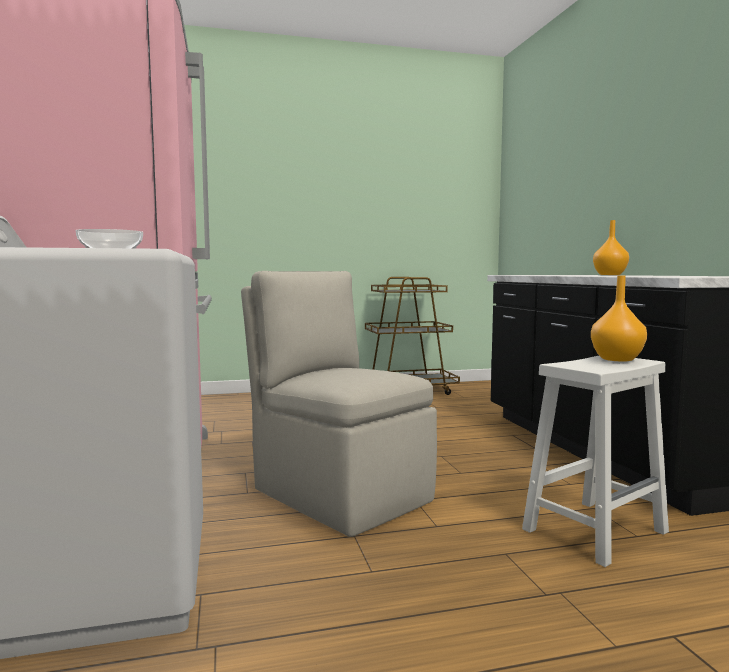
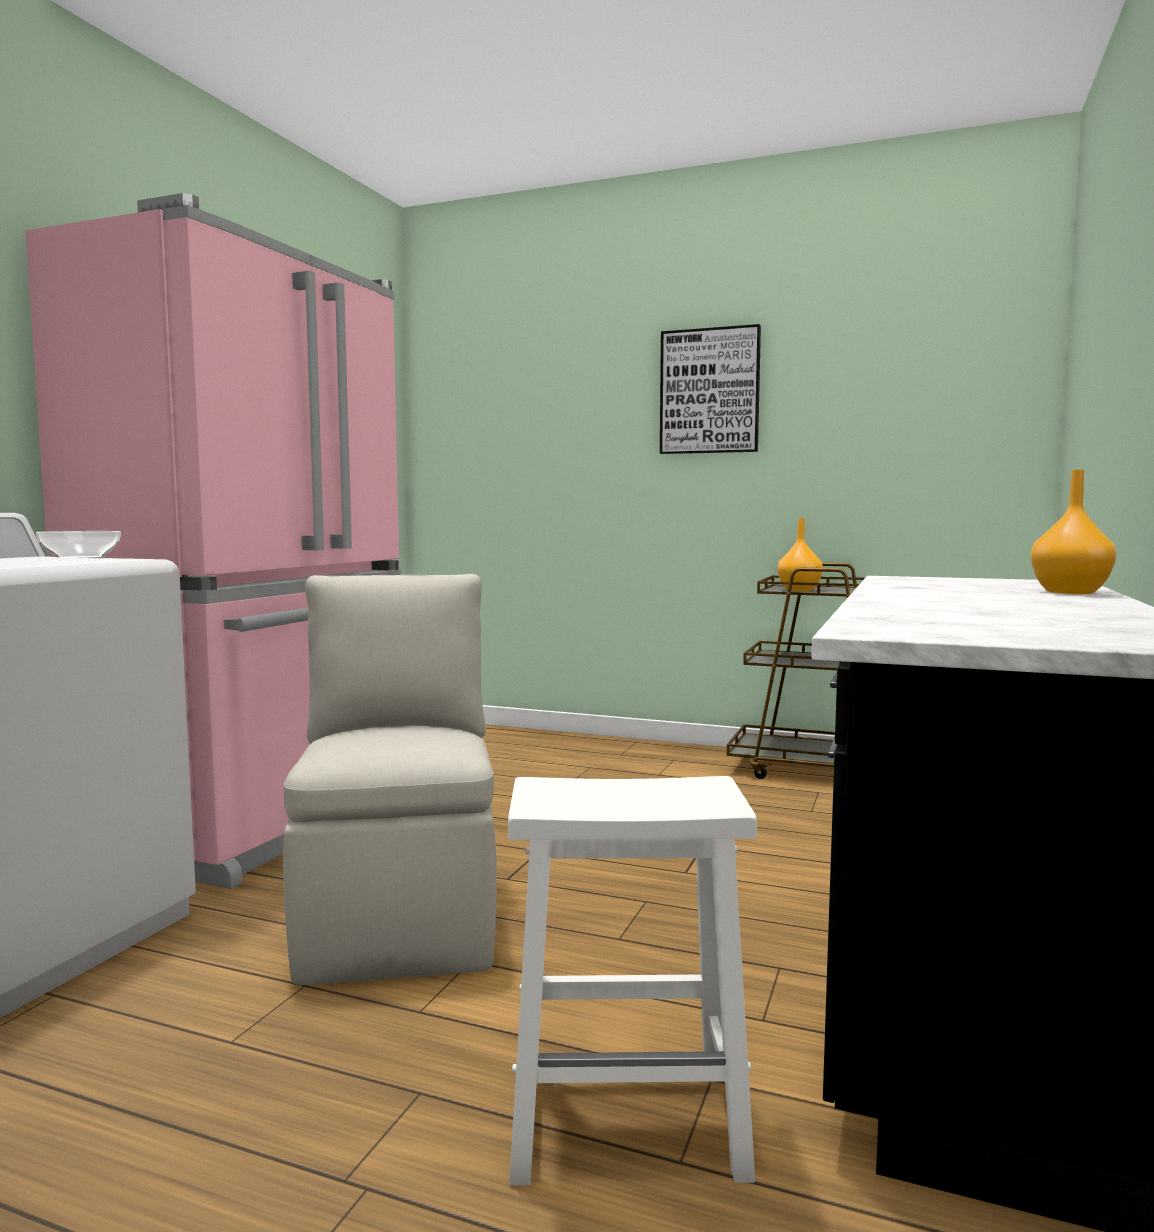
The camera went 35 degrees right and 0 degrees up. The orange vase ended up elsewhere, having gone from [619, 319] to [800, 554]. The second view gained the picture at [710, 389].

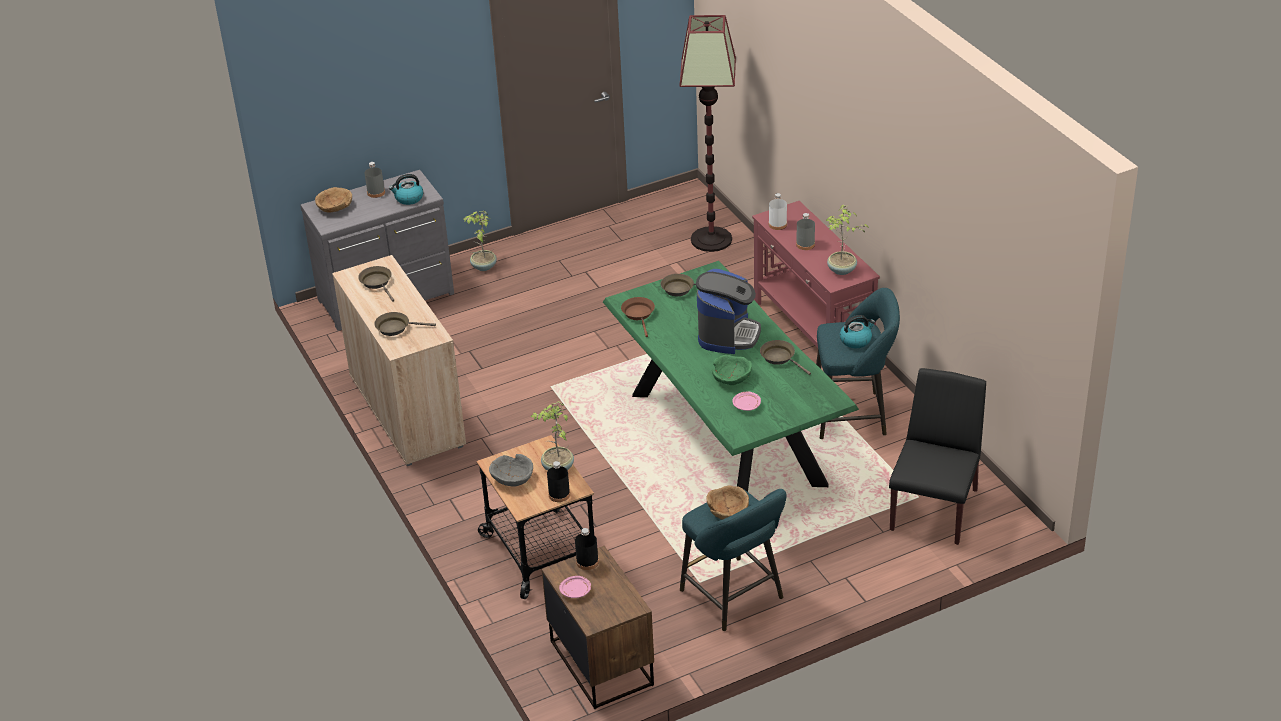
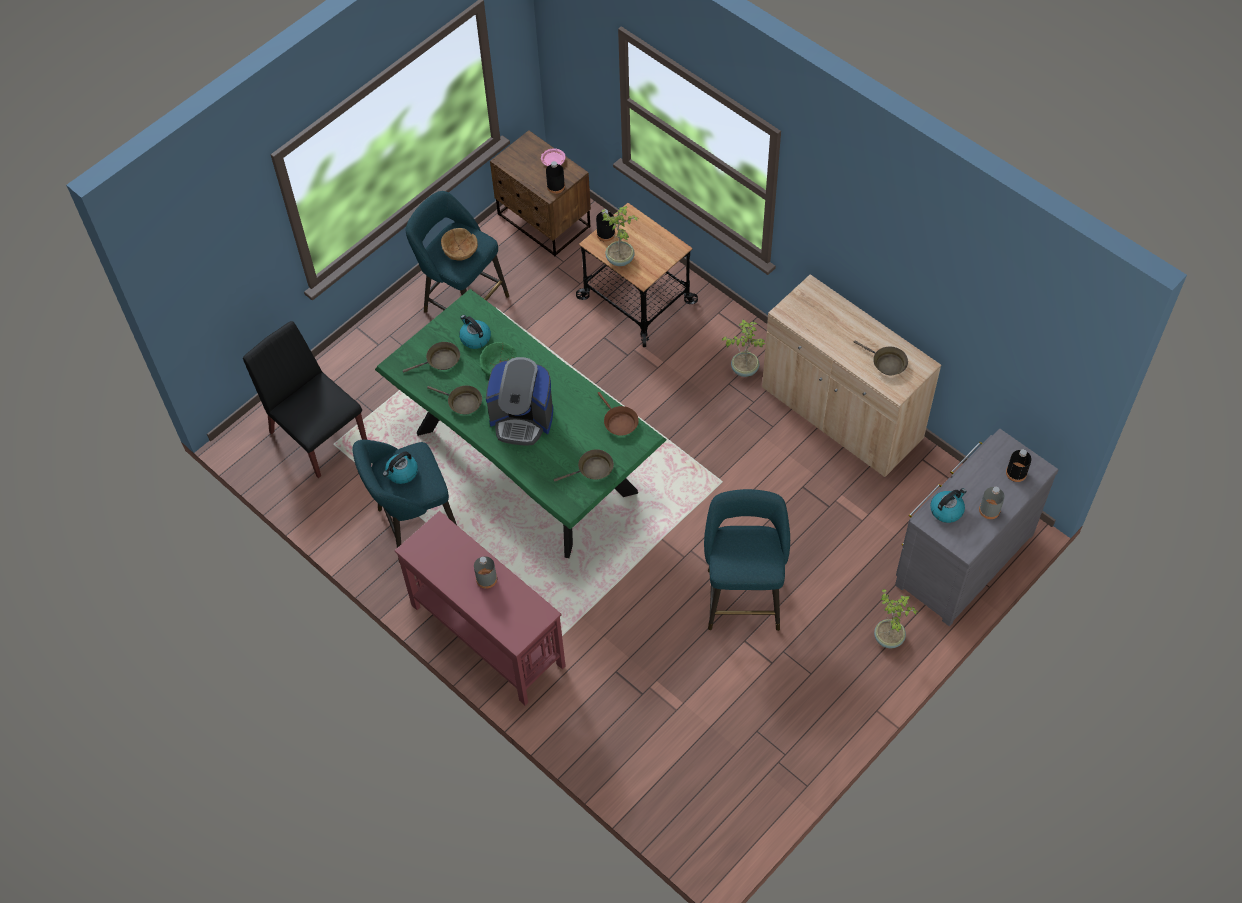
The camera went 160 degrees right and 20 degrees up. The second view lost the floor lamp at [707, 133]. Where the brown bowl stood at [333, 200], the black bottle came to stand at [1019, 465]. The second view lost the white bottle at [778, 211]. The potted plant ended up elsewhere, having gone from [847, 240] to [743, 348]. The coffee machine at [728, 311] ended up facing another way, 75 degrees counterclockwise from before. The brown frying pan ended up elsewhere, having gone from [405, 324] to [431, 357]. The black chair at [937, 456] ended up facing another way, 135 degrees clockwise from before. Where the pink plate stood at [747, 401], the kettle came to stand at [475, 332]. The second view lost the grey bowl at [511, 470]. The second view gained the turquoise stool at [747, 560].

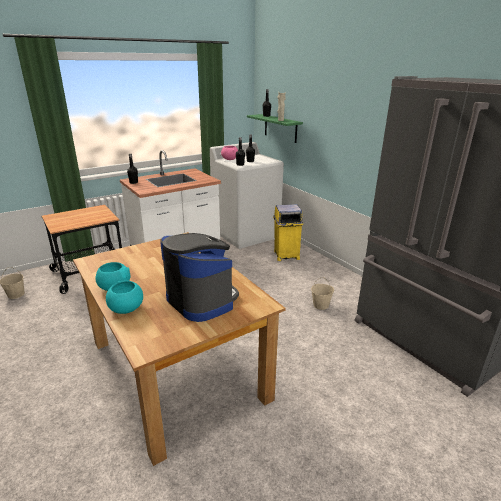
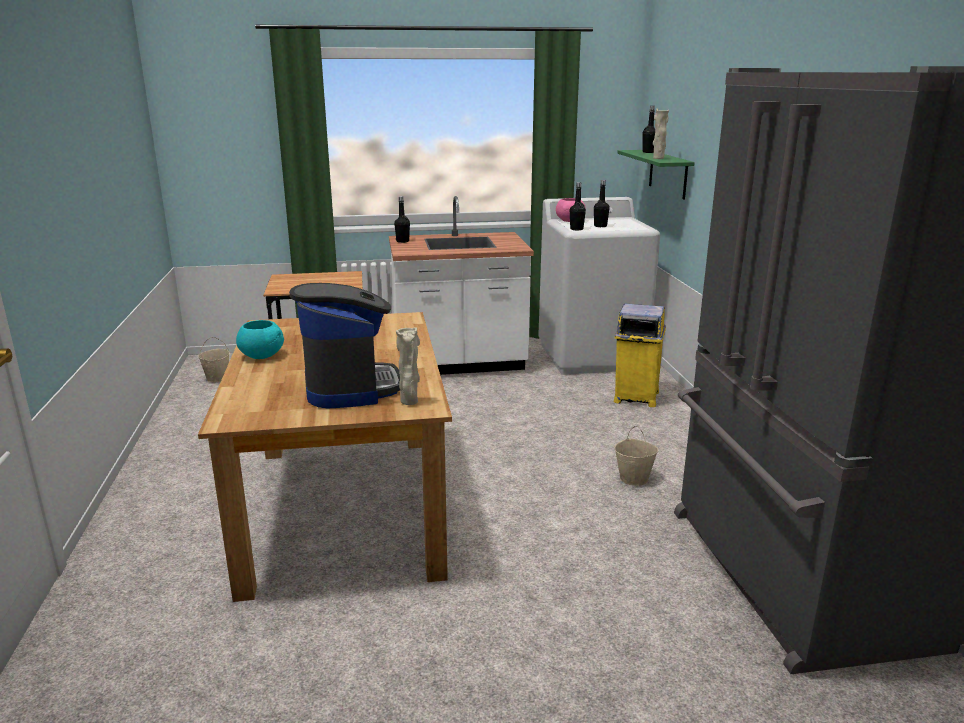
The camera went 25 degrees right and 5 degrees down. The second view lost the turquoise bowl at [124, 297]. The second view gained the beige vase at [408, 366].

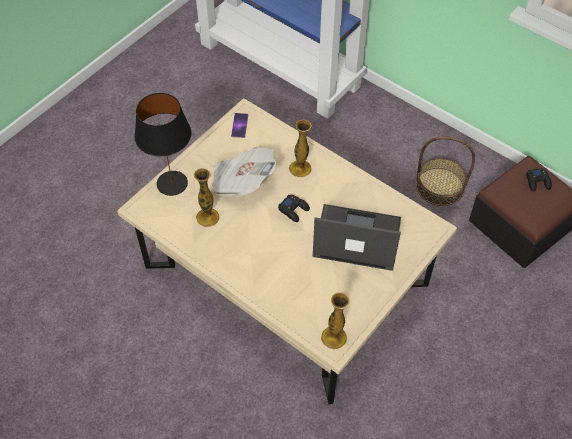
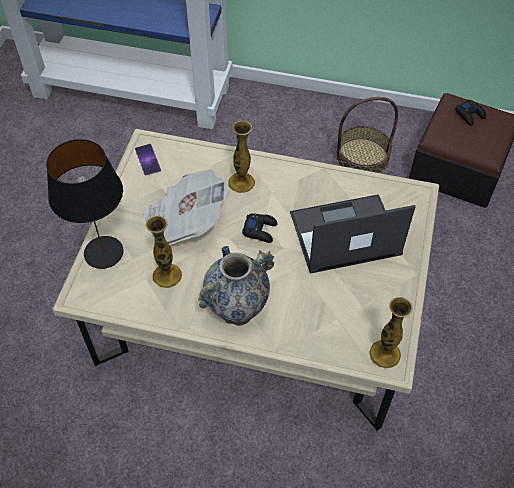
The camera went 25 degrees left and 0 degrees up. The second view gained the vase at [236, 286].

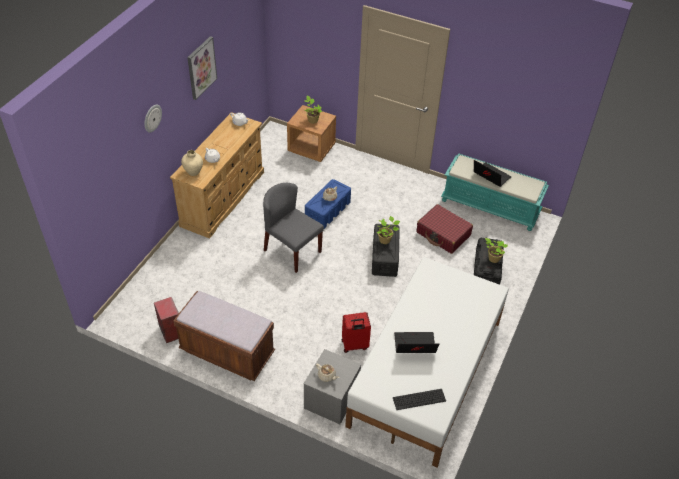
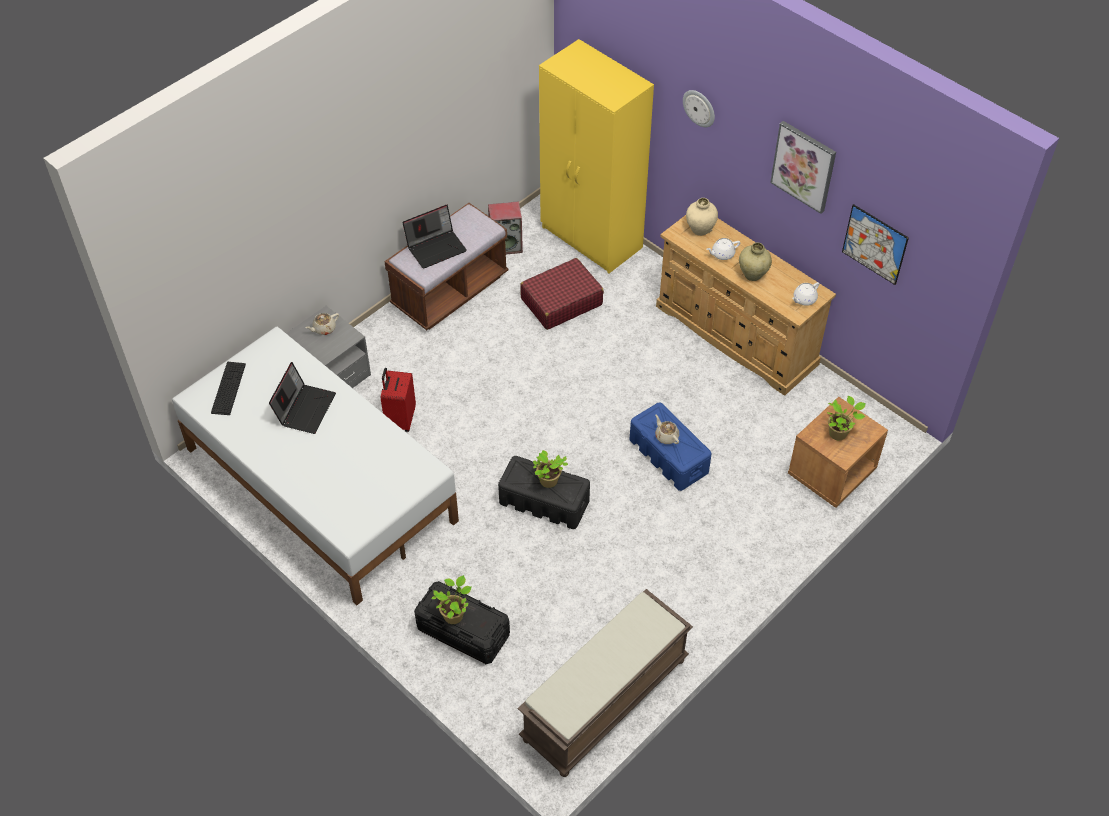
The camera went 110 degrees right and 5 degrees up. What was the turquoise bench at [495, 192] turned into the brown bench at [605, 683]. The laptop ended up elsewhere, having gone from [492, 173] to [435, 237]. The second view lost the grey chair at [293, 228]. The red suitcase ended up elsewhere, having gone from [444, 229] to [562, 294]. The second view gained the yellow wardrobe at [596, 156]. The second view gained the picture at [875, 244]. The second view gained the beige vase at [755, 262].

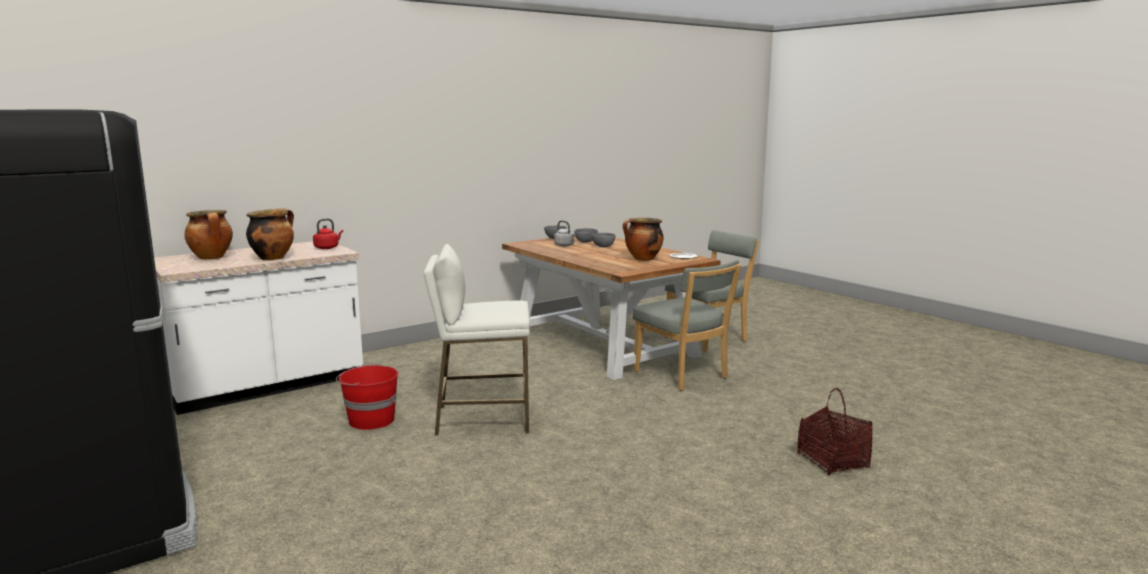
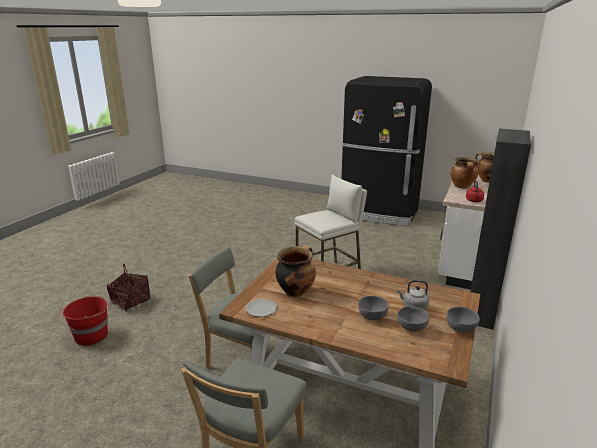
The camera went 150 degrees right and 10 degrees up. The red bucket ended up elsewhere, having gone from [367, 397] to [86, 321]. The second view gained the black cabinet at [500, 228].

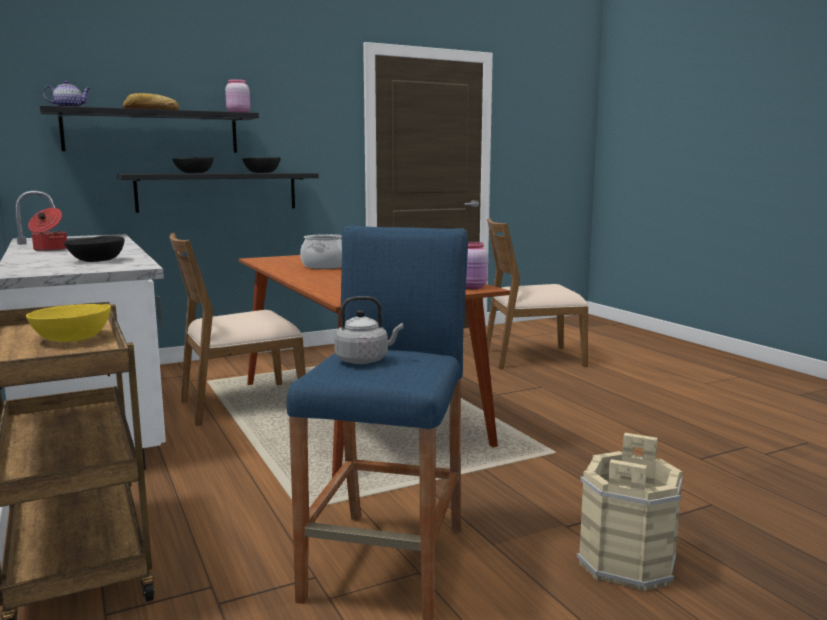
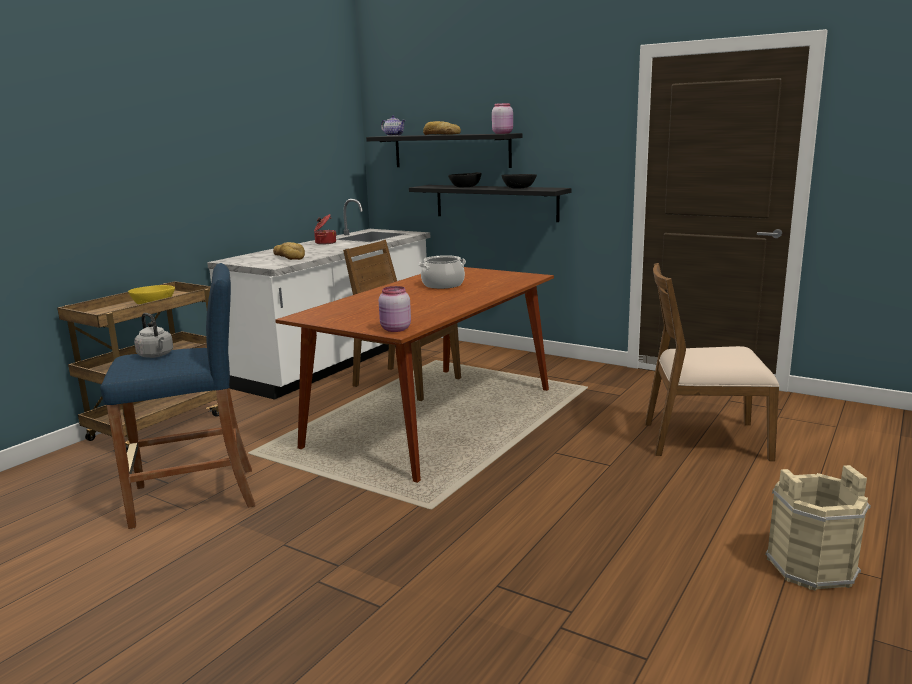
The camera went 60 degrees right and 5 degrees up. The brown chair at [537, 293] ended up facing another way, 45 degrees counterclockwise from before. Where the black bowl stood at [94, 249], the bread came to stand at [289, 251]. The beige bucket ended up elsewhere, having gone from [629, 512] to [818, 528].

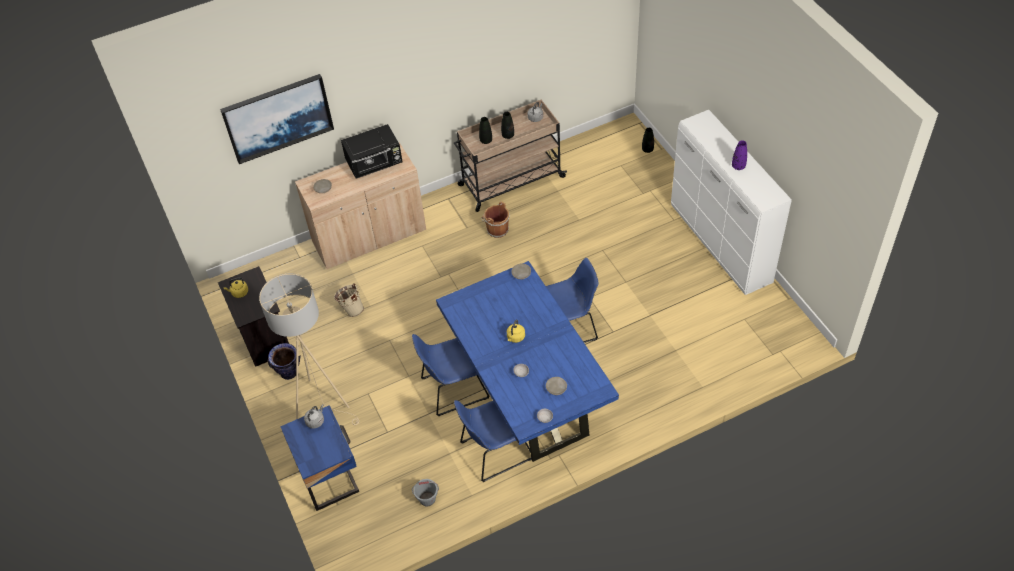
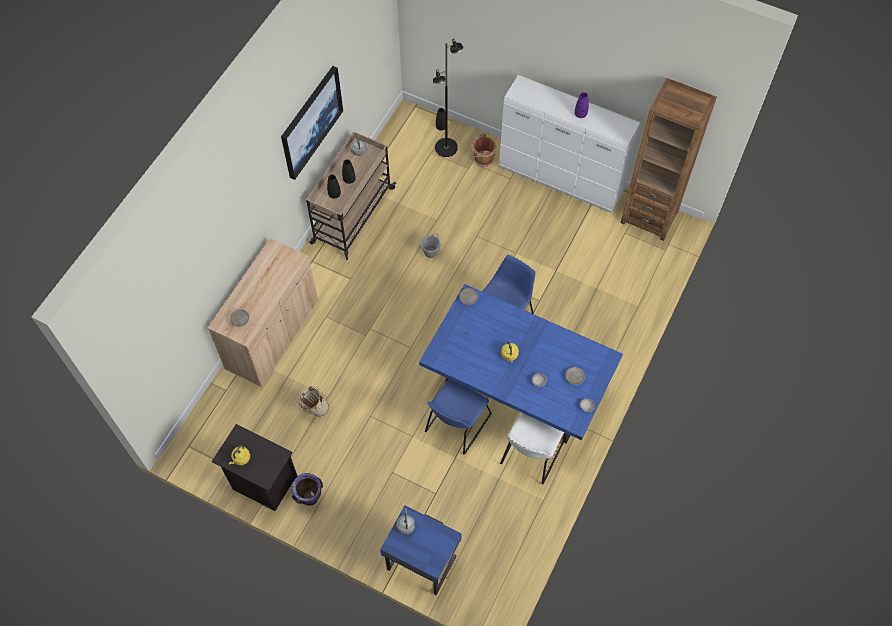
The camera went 40 degrees left and 10 degrees up. The picture ended up elsewhere, having gone from [277, 119] to [312, 123]. The second view lost the black microwave at [372, 151]. The brown bucket ended up elsewhere, having gone from [496, 219] to [483, 150]. The second view lost the beige floor lamp at [309, 349]. What was the blue chair at [493, 441] turned into the white chair at [532, 448]. The grey bucket ended up elsewhere, having gone from [425, 492] to [430, 246]. The second view gained the black floor lamp at [448, 98]. The second view gained the brown bookcase at [668, 159].

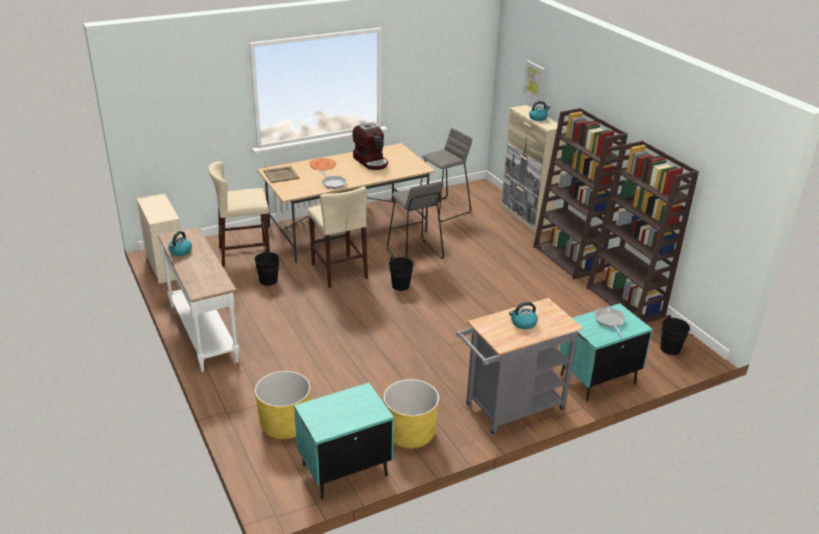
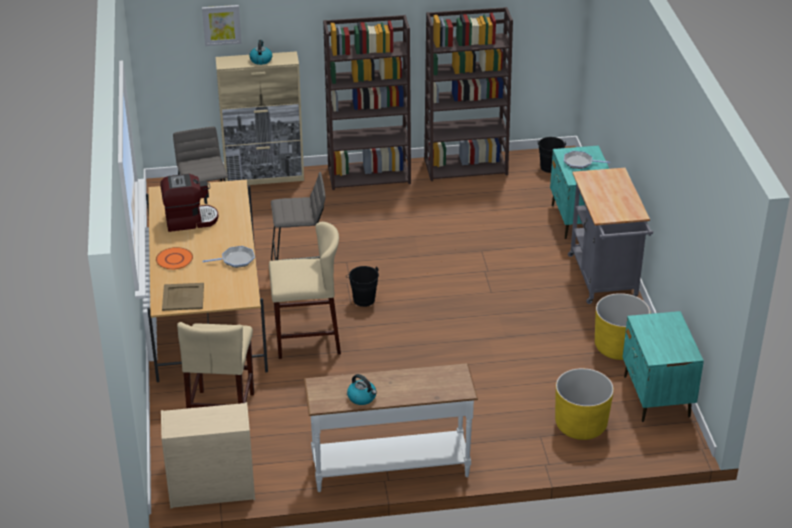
The camera went 70 degrees left and 5 degrees up. The second view lost the black bucket at [269, 268]. The second view lost the kettle at [523, 315].

